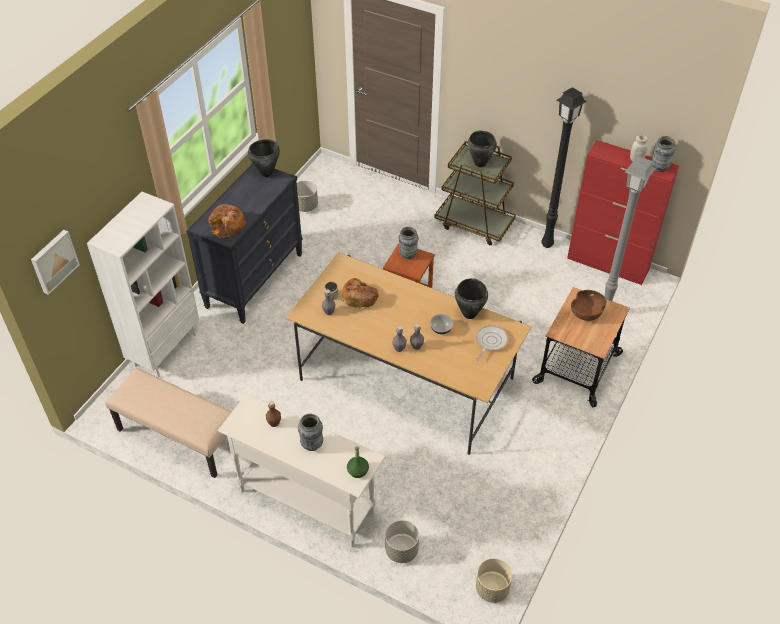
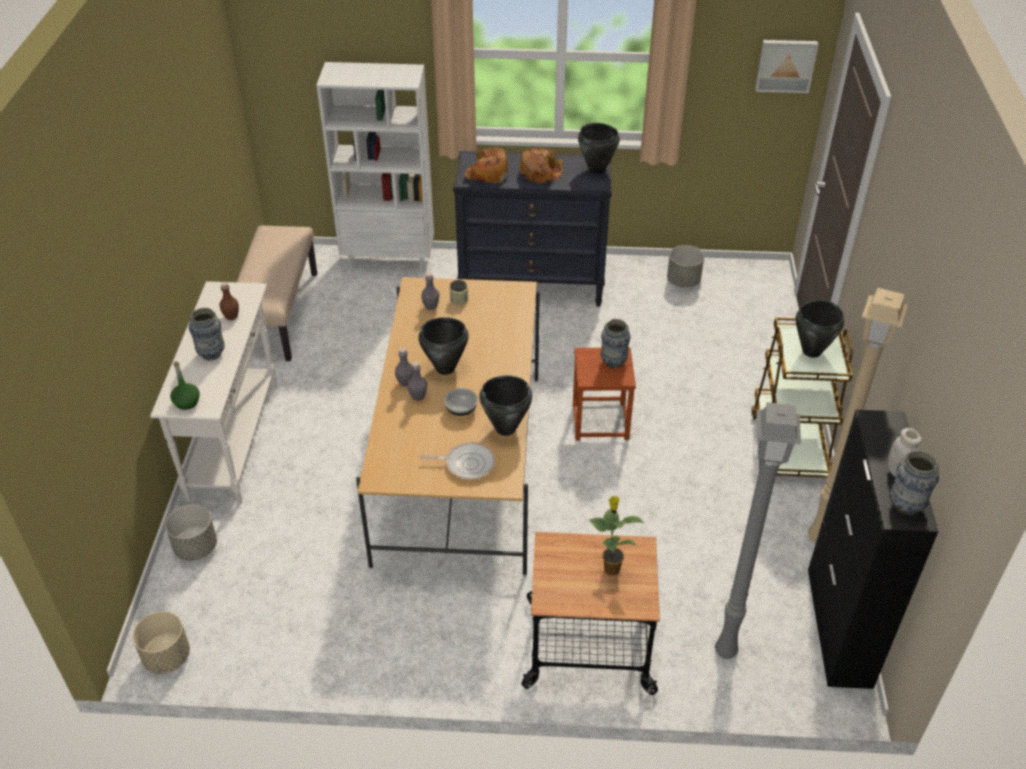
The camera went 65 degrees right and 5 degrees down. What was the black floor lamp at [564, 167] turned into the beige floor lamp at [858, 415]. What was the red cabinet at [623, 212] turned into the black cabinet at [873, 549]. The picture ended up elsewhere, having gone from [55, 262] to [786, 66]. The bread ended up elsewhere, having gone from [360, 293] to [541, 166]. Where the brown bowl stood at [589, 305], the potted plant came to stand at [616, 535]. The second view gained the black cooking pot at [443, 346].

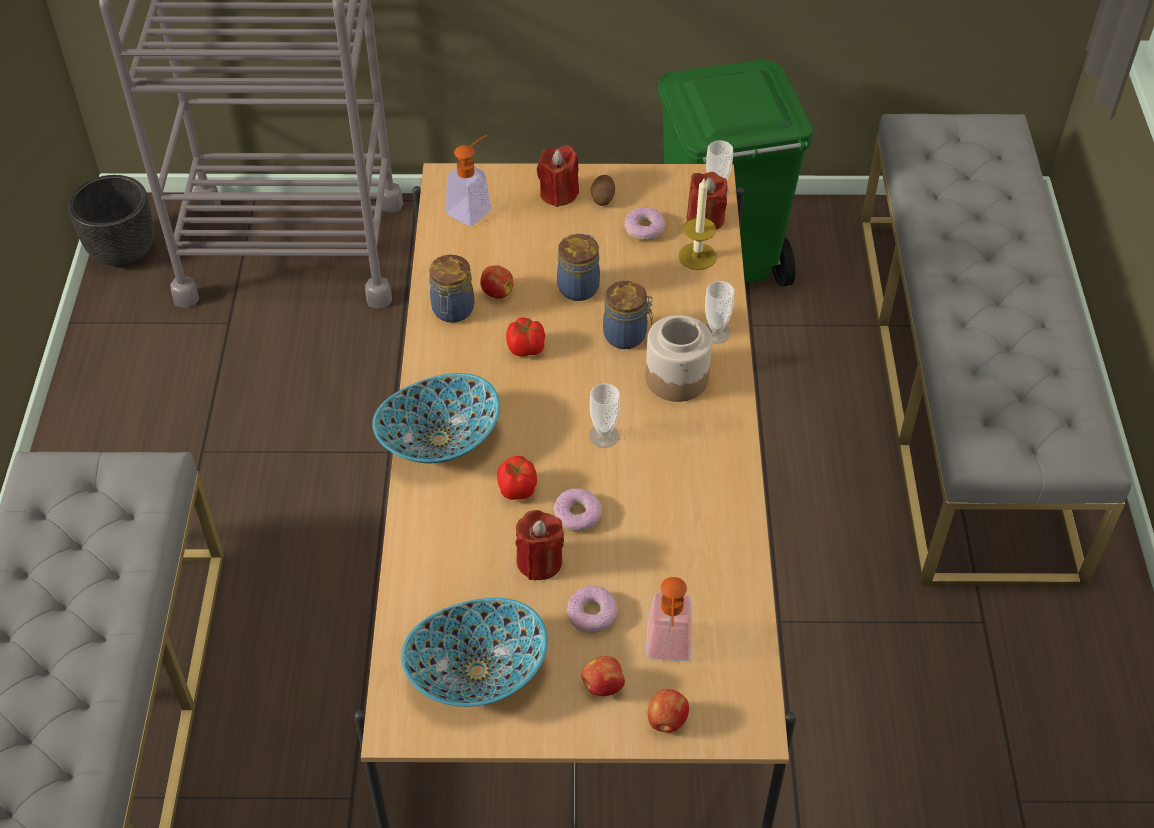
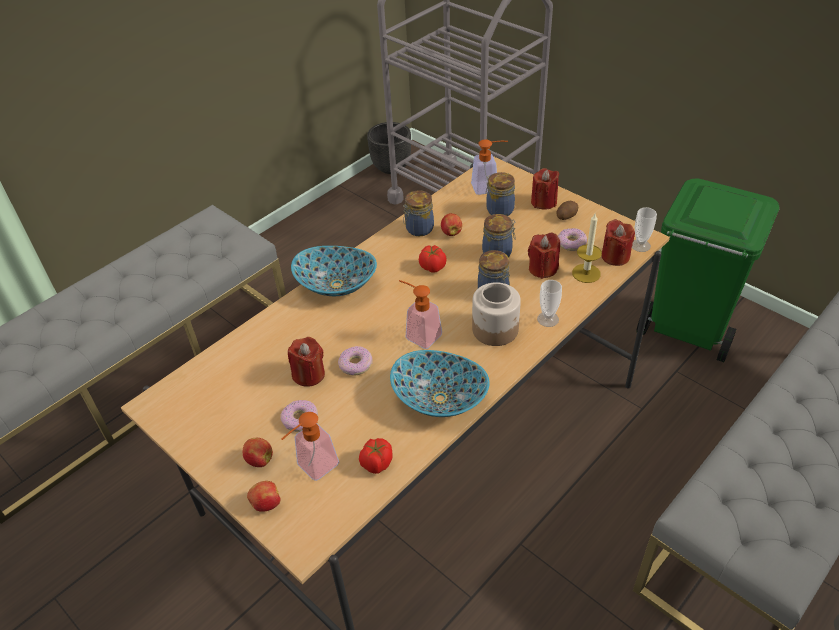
The camera went 45 degrees right and 5 degrees down. Where the cup stood at [604, 415], the soap dispenser came to stand at [420, 314]. The tomato ended up elsewhere, having gone from [517, 478] to [375, 456]. The bowl ended up elsewhere, having gone from [474, 652] to [440, 383]. The second view gained the jar at [500, 194]. The second view gained the red candle at [544, 256].

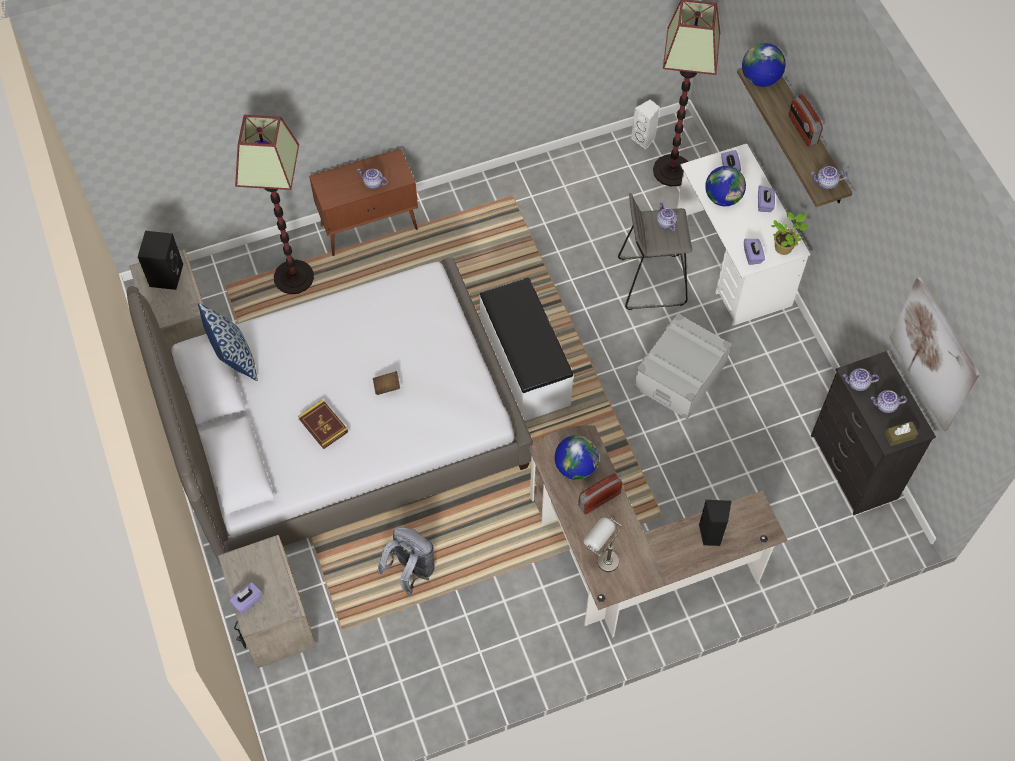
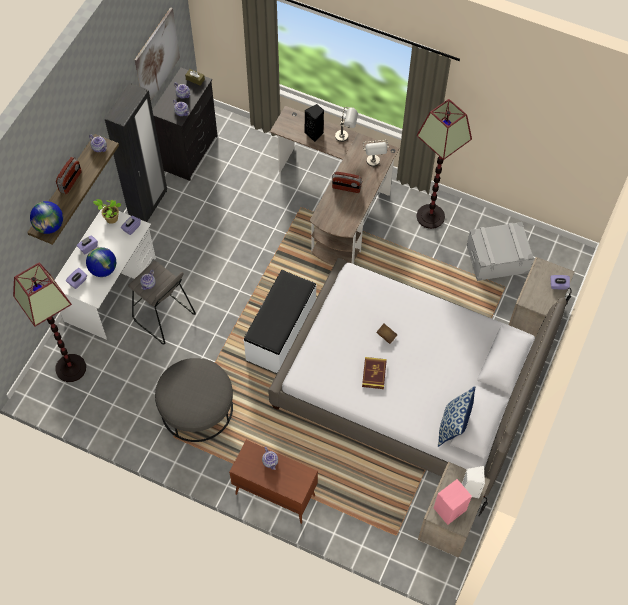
The camera went 135 degrees left and 0 degrees up. The white speaker ended up elsewhere, having gone from [645, 124] to [473, 482]. The floor lamp ended up elsewhere, having gone from [274, 204] to [444, 164]. What was the black speaker at [160, 260] turned into the pink speaker at [453, 502]. The grey storage box ended up elsewhere, having gone from [682, 366] to [500, 251]. The book ended up elsewhere, having gone from [323, 424] to [374, 373]. The second view lost the globe at [576, 457]. The second view lost the grey backpack at [406, 561]. The second view gained the black wardrobe at [136, 152]. The second view gained the grey table lamp at [346, 124]. The second view gained the grey ottoman at [194, 400].

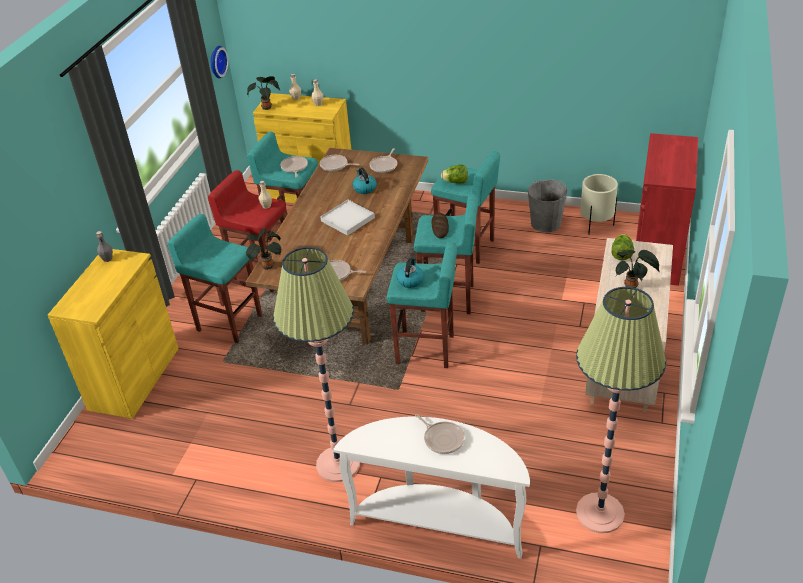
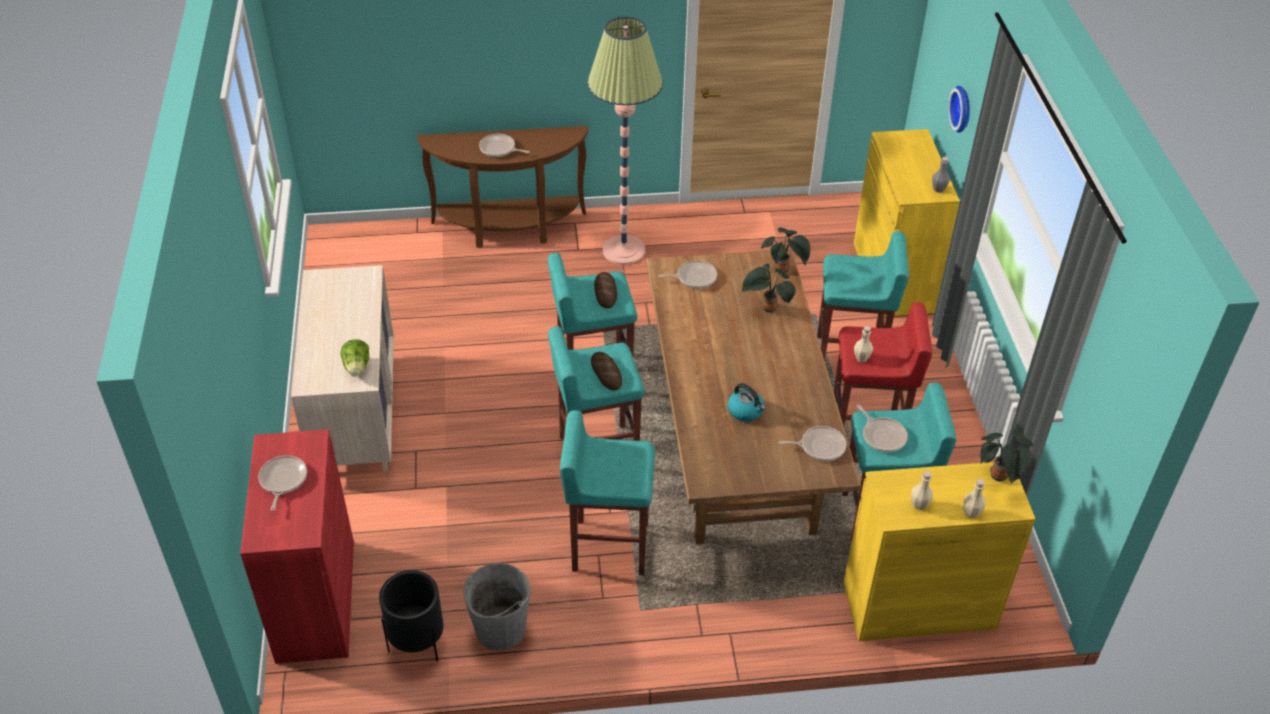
The camera went 155 degrees right and 5 degrees up. The wall clock ended up elsewhere, having gone from [220, 62] to [959, 109]. The frying pan ended up elsewhere, having gone from [383, 160] to [282, 483]. The second view lost the lettuce at [454, 174]. What was the beige planter at [599, 204] turned into the black planter at [411, 616]. The second view lost the white tray at [348, 218]. The potted plant ended up elsewhere, having gone from [638, 269] to [769, 288]. Where the kettle stood at [410, 273], the bread came to stand at [605, 290]. The second view lost the floor lamp at [621, 410]. What was the white console table at [431, 487] turned into the brown console table at [502, 187].

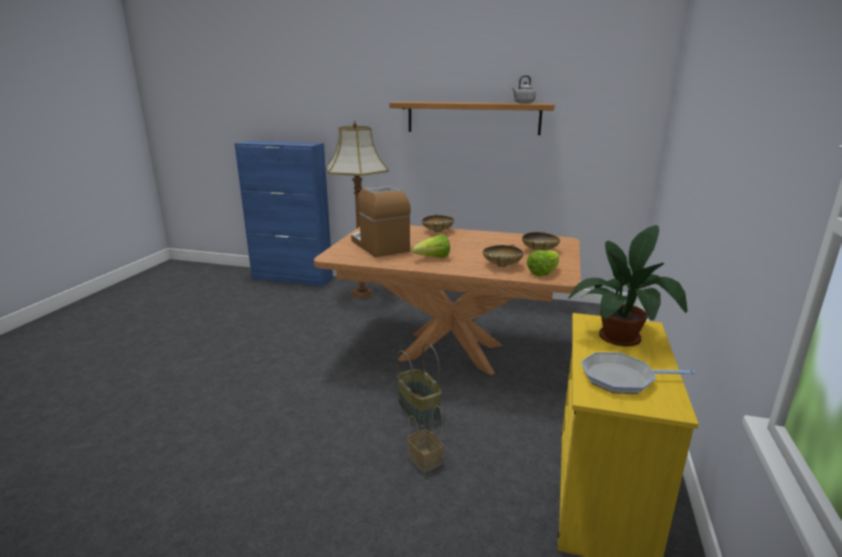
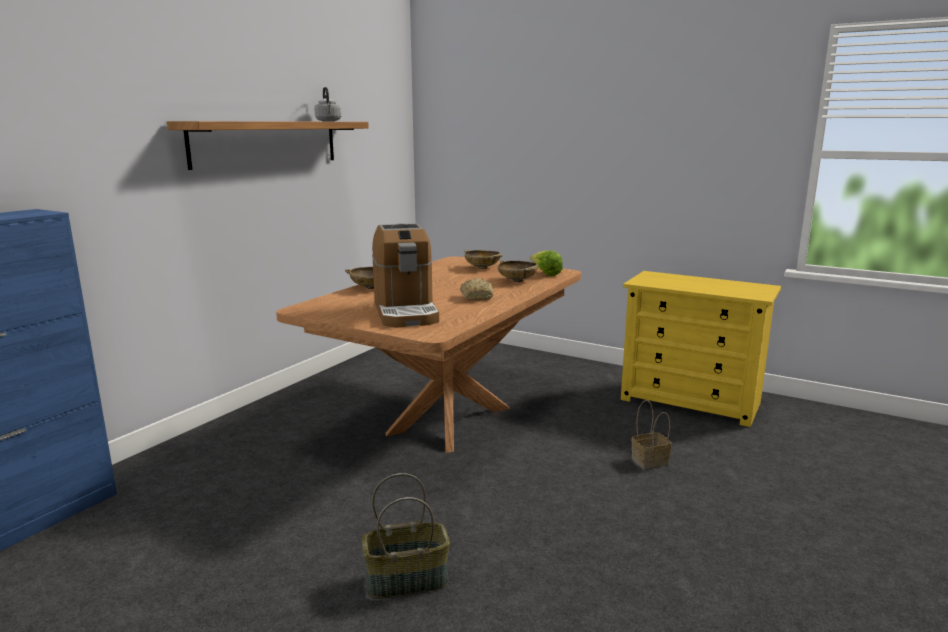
The camera went 75 degrees left and 5 degrees down. The second view lost the floor lamp at [357, 209]. The coffee machine at [381, 221] ended up facing another way, 90 degrees counterclockwise from before. The second view lost the potted plant at [628, 285]. Where the lettuce stood at [431, 246], the bread came to stand at [476, 289]. The basket ended up elsewhere, having gone from [419, 384] to [406, 536]. The second view lost the frying pan at [638, 373].

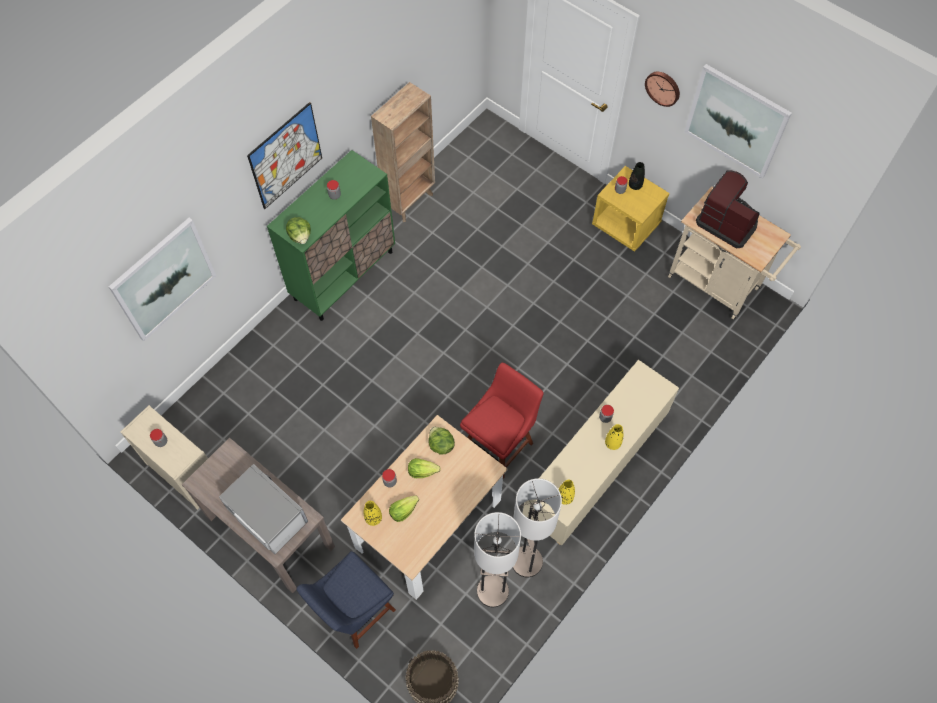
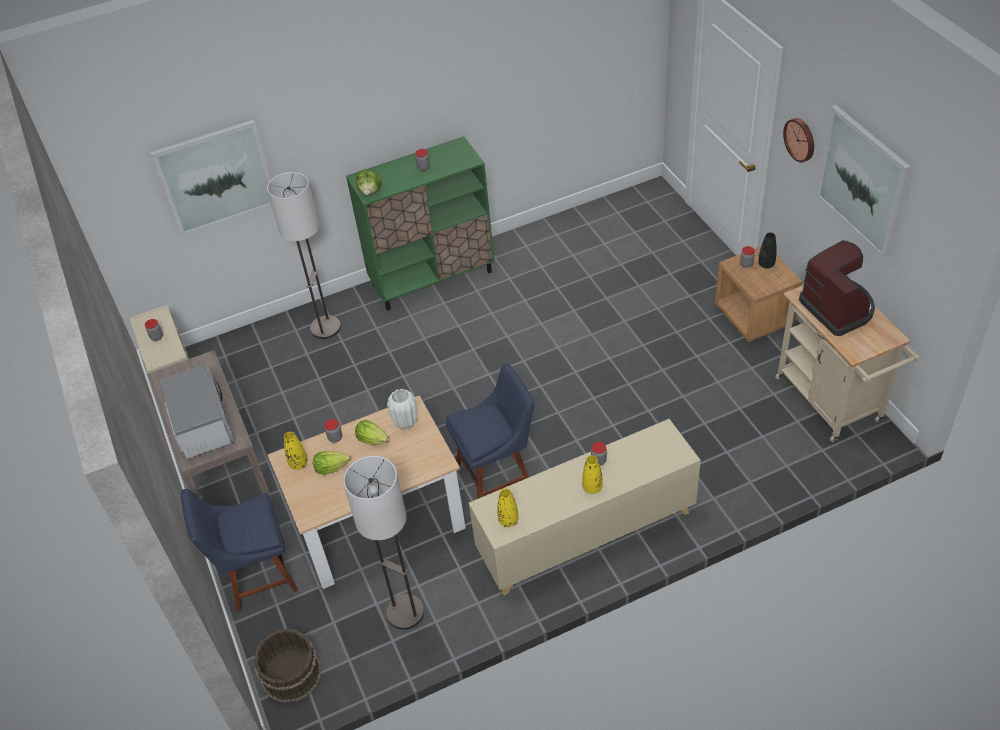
The camera went 30 degrees right and 15 degrees down. The second view lost the brown bookcase at [403, 152]. The second view lost the picture at [284, 155]. What was the yellow nightstand at [630, 209] turned into the brown nightstand at [759, 294]. What was the red chair at [502, 421] turned into the blue chair at [490, 431]. Where the lettuce stood at [441, 441], the white vase came to stand at [402, 409]. The floor lamp ended up elsewhere, having gone from [537, 527] to [304, 255].

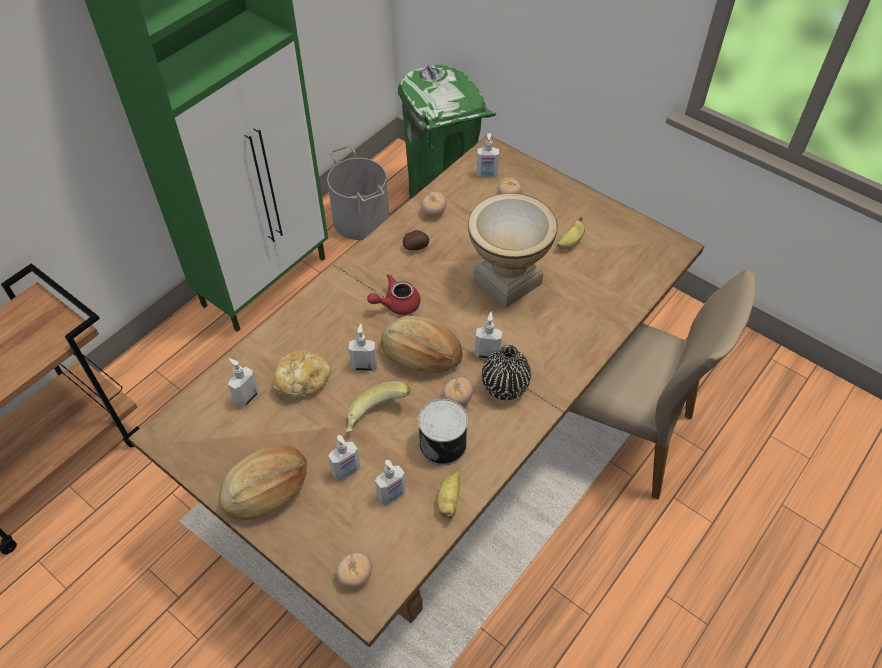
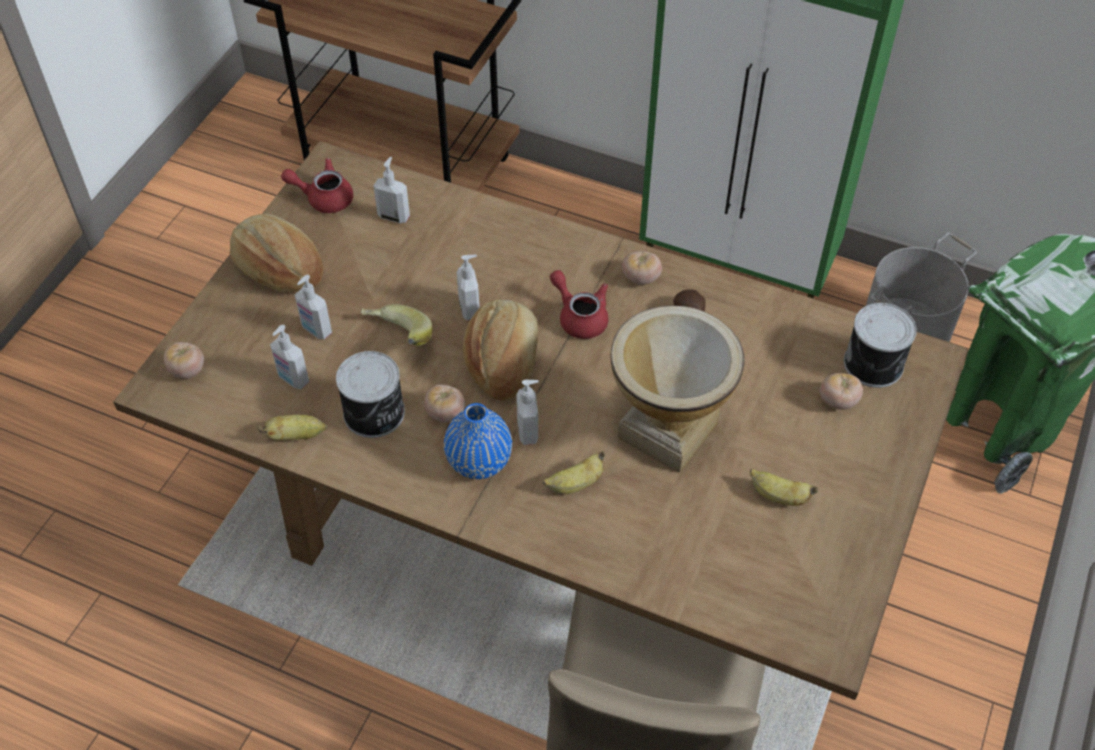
The camera went 75 degrees right and 0 degrees up. Where the soap dispenser stood at [488, 155], the can came to stand at [880, 345]. The tomato ended up elsewhere, having gone from [433, 204] to [642, 268]. What was the black vase at [506, 372] turned into the blue vase at [478, 441]. The second view lost the bread at [301, 374]. The second view gained the red teapot at [317, 185]. The second view gained the banana at [574, 472].

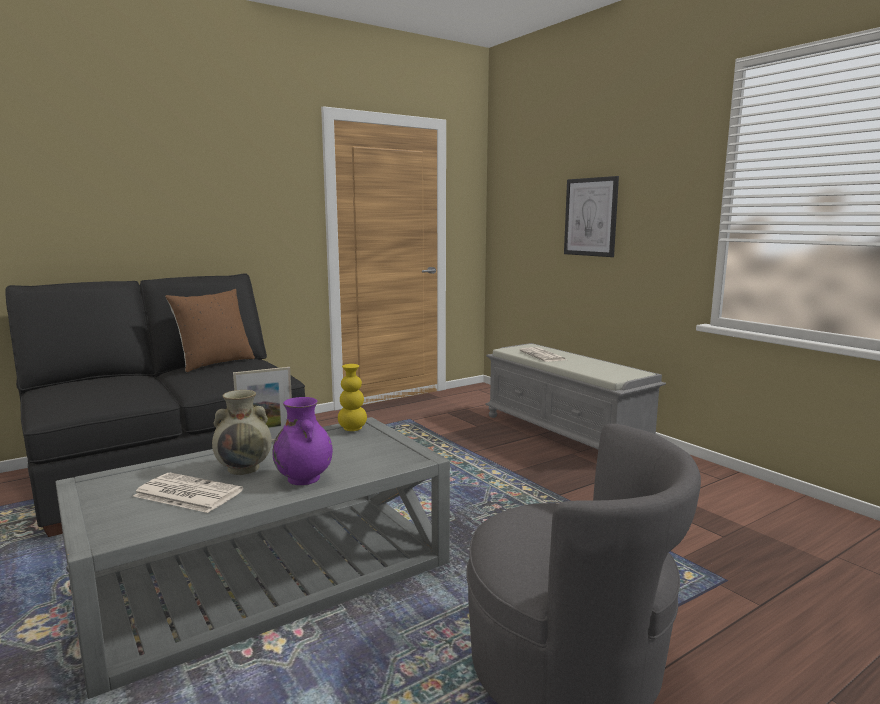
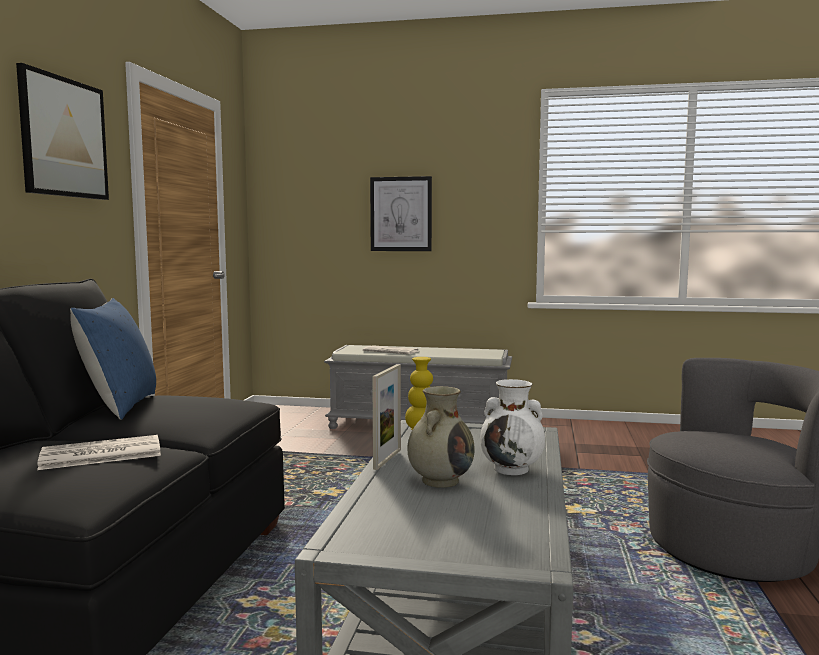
The camera went 45 degrees left and 5 degrees down. What was the brown pillow at [210, 330] turned into the blue pillow at [113, 359]. What was the purple vase at [303, 441] turned into the white vase at [512, 427]. The newspaper ended up elsewhere, having gone from [188, 493] to [99, 452]. The second view gained the picture at [62, 131].

